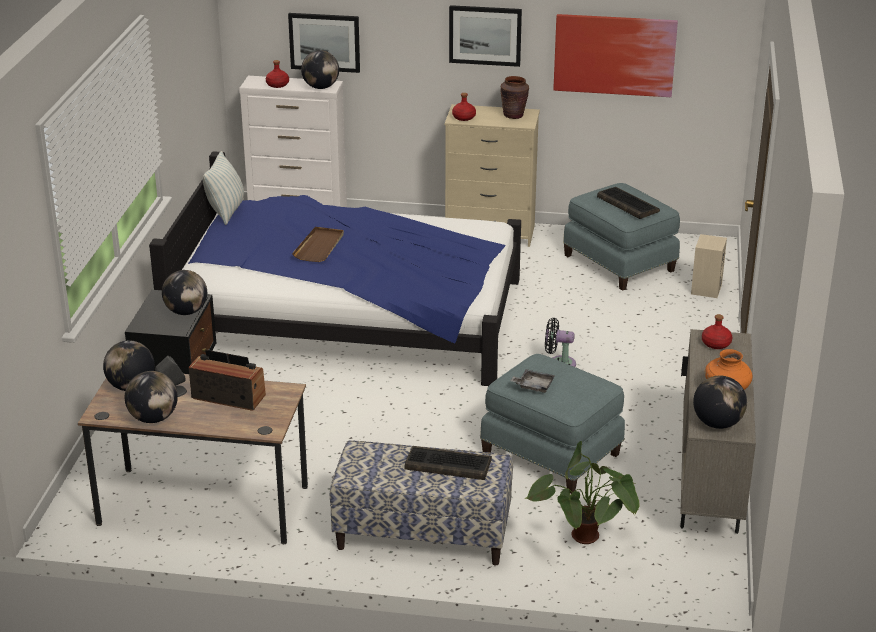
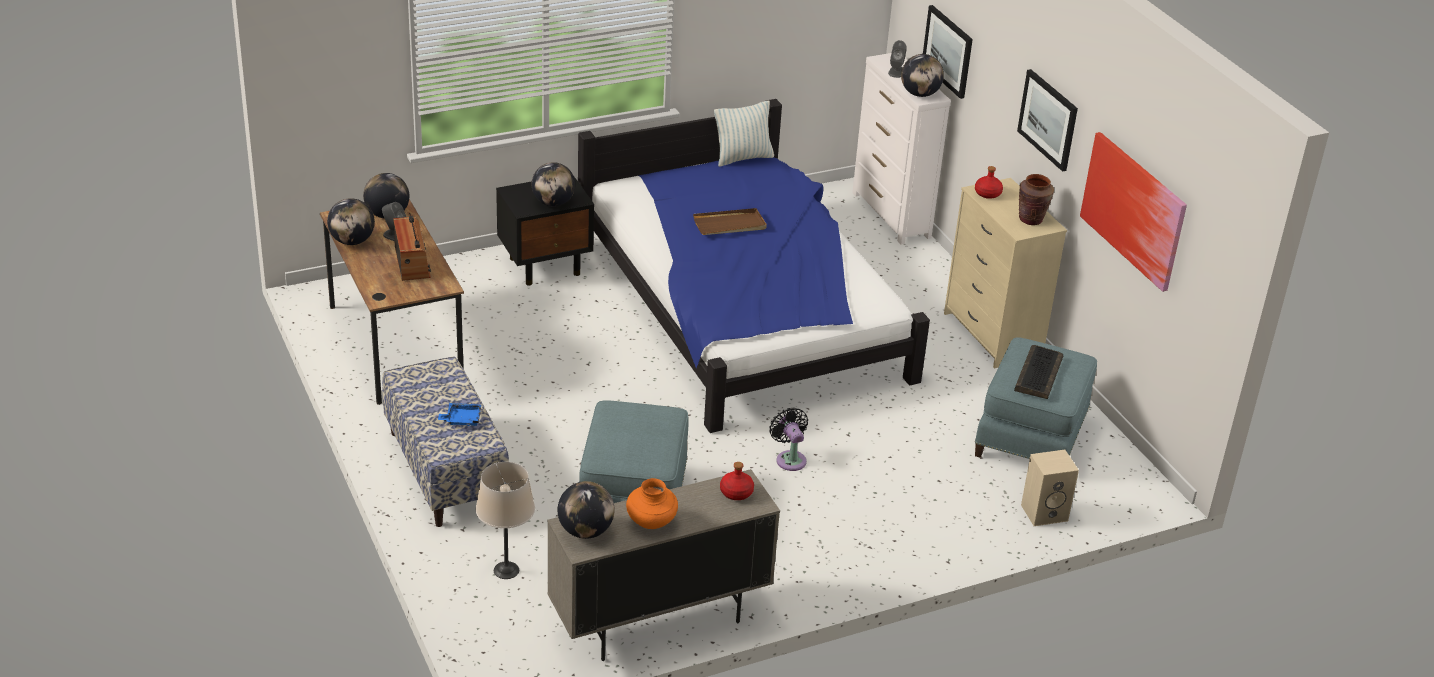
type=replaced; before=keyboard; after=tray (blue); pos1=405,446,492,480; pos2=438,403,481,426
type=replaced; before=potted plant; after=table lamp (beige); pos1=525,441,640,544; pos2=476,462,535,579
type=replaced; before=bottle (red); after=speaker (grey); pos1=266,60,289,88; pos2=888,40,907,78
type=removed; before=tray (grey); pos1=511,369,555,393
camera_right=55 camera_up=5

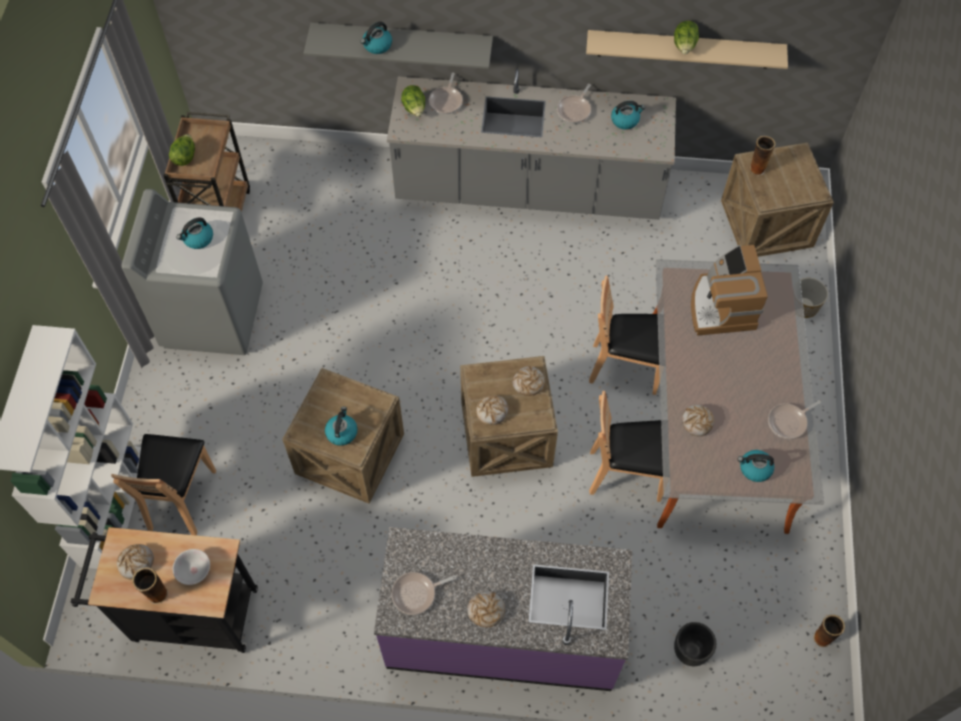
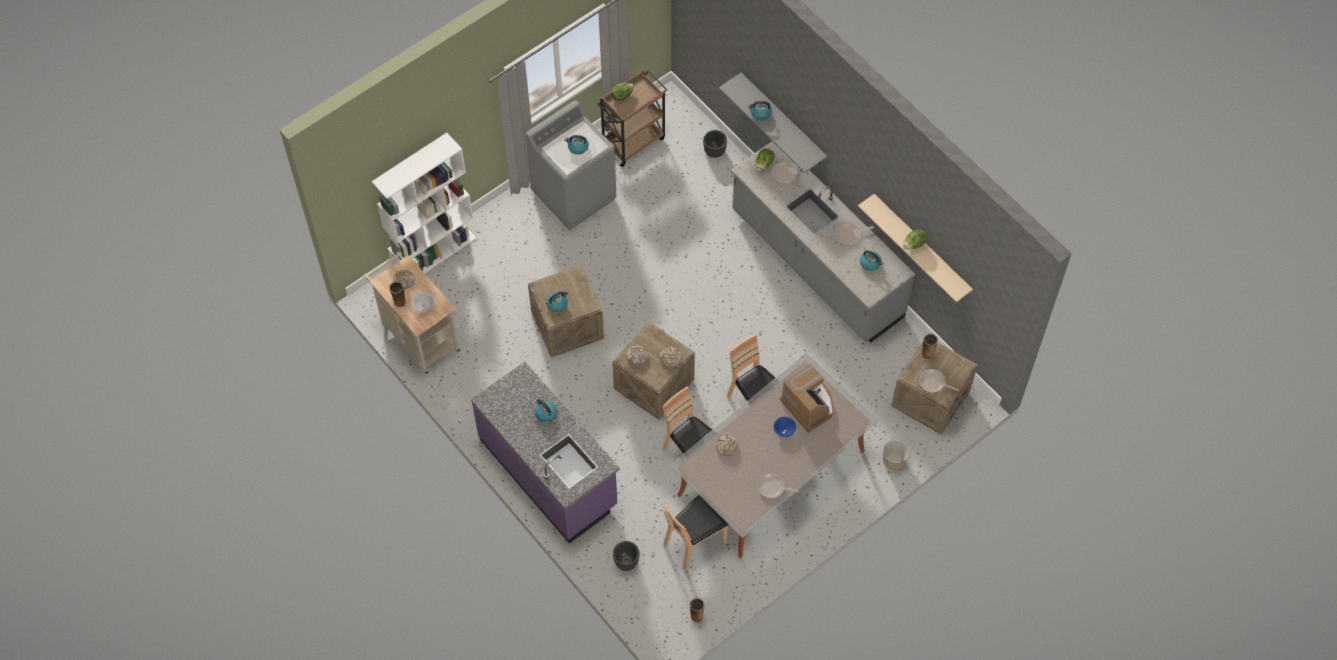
type=recoloured; before=cart (black); after=cart (beige); pos1=71,527,258,653; pos2=363,252,461,374
type=moved; before=kettle; pos1=737,450,774,482; pos2=535,398,557,422
type=moved; before=chair (brown); pos1=111,434,216,536; pos2=663,495,729,570
type=added; after=planter (black); pos2=703,130,727,158
type=added; after=bowl (blue); pos2=774,417,796,437
type=turned; before=coffee machine; pos1=691,245,768,336; pos2=780,364,834,433; turn=105
type=moved; before=frying pan; pos1=392,572,457,615; pos2=919,369,959,393
type=removed; before=bread; pos1=467,591,505,628
camera_right=45 camera_up=0

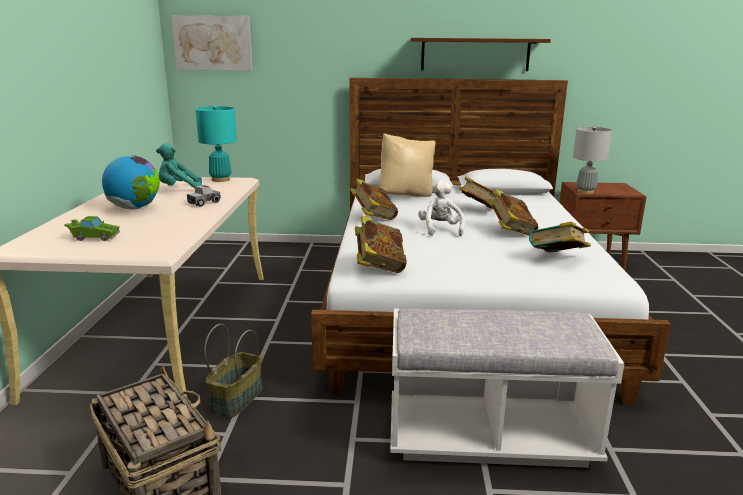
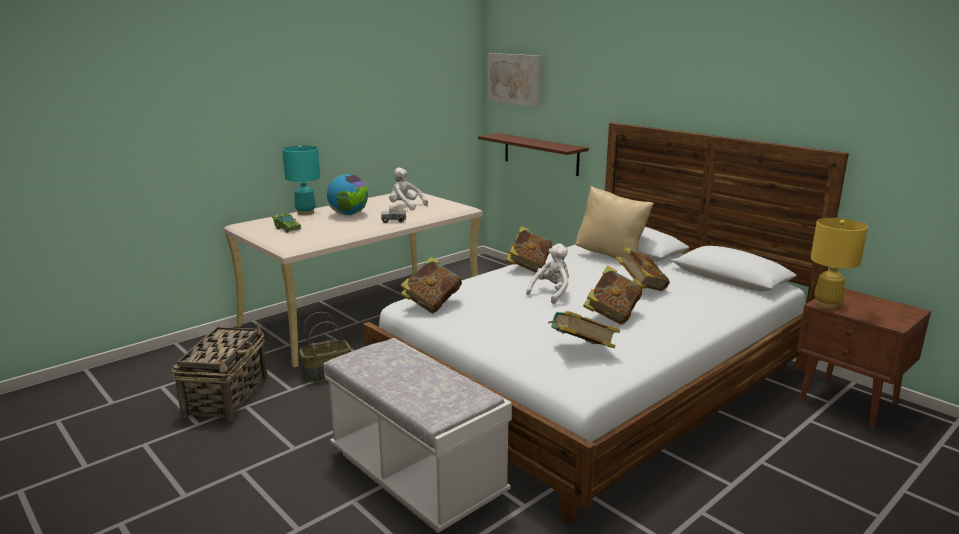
type=moved; before=table lamp (turquoise); pos1=195,105,237,182; pos2=282,146,320,215
type=recoloured; before=plush toy (turquoise); after=plush toy (white); pos1=156,143,202,189; pos2=389,168,428,210
type=moved; before=shelf (brown); pos1=411,38,551,71; pos2=478,133,589,176
type=recoloured; before=table lamp (grey); after=table lamp (yellow); pos1=573,126,612,194; pos2=810,218,868,309
camera_right=45 camera_up=0

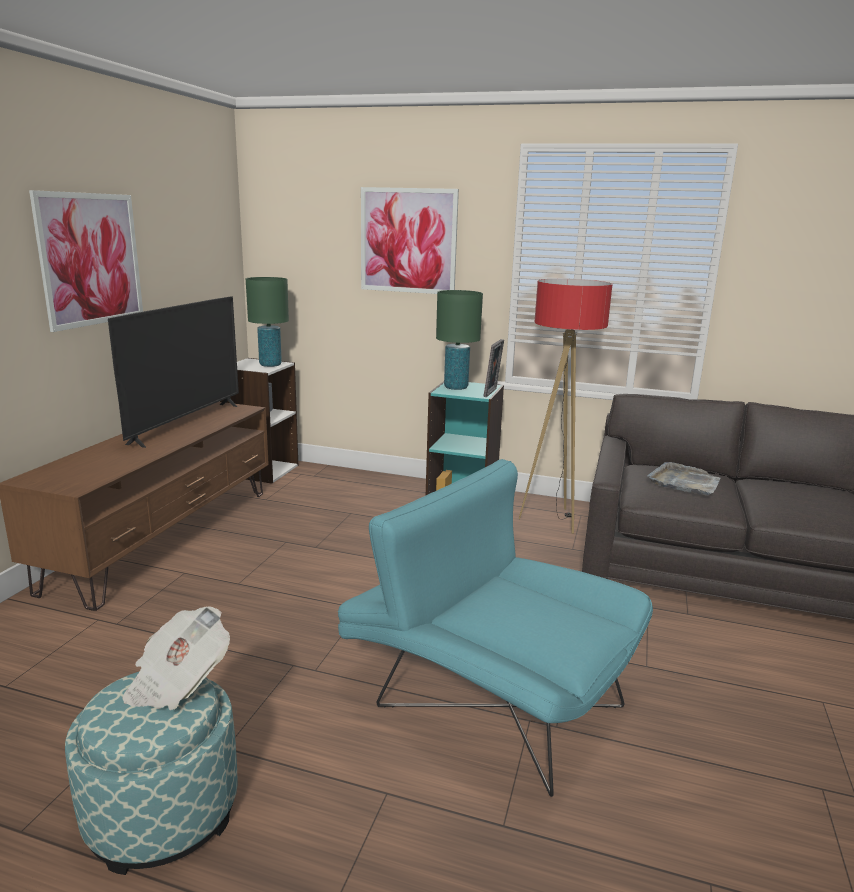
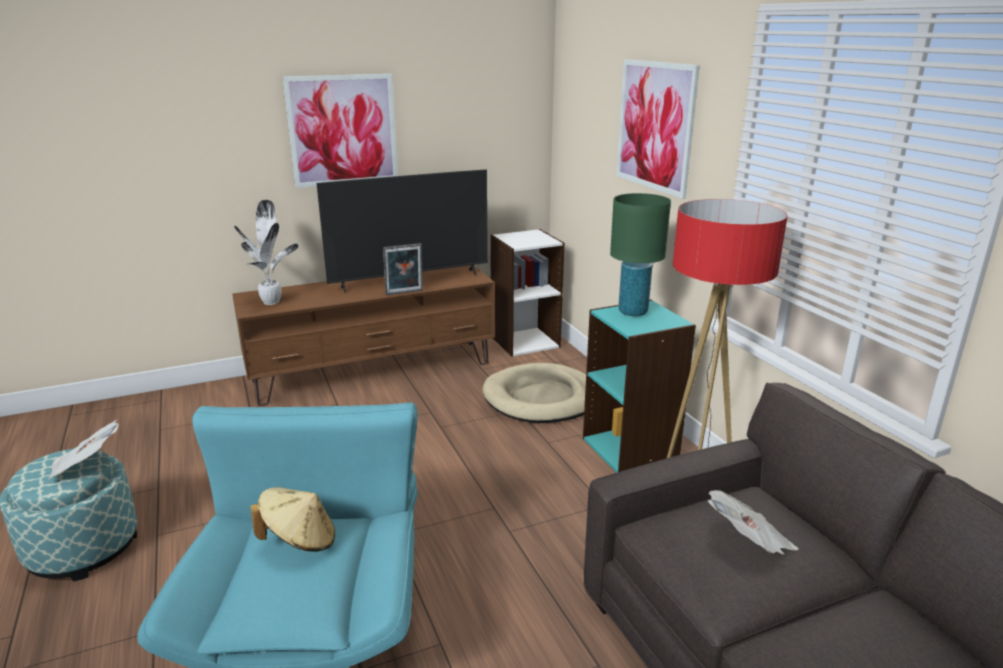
type=added; after=potted plant; pos2=234,200,298,305
type=added; after=hat (beige); pos2=250,487,335,552
type=moved; before=picture frame; pos1=483,339,504,397; pos2=383,243,423,295
type=added; after=dog bed (beige); pos2=483,363,586,423
type=replaced; before=tray (grey); after=newspaper; pos1=647,462,720,496; pos2=708,490,799,555
type=removed; before=table lamp (green); pos1=246,277,289,367
camera_right=50 camera_up=5

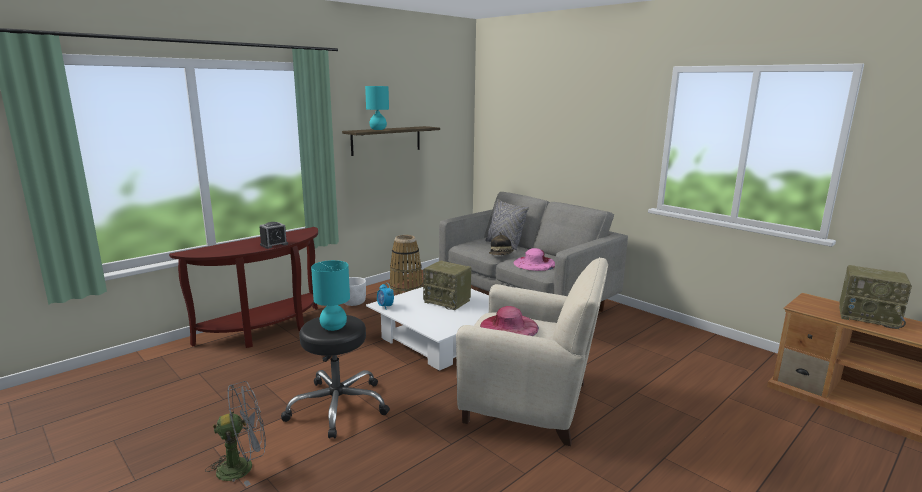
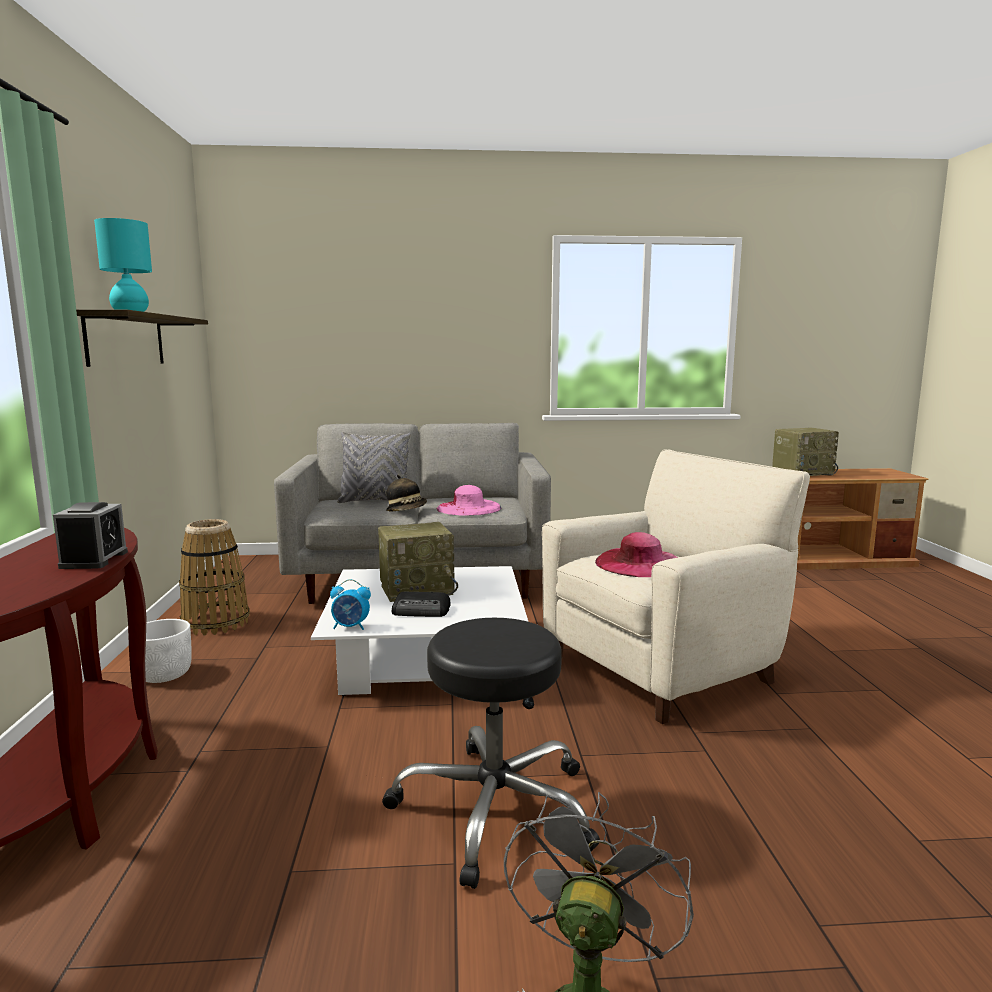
type=added; after=radio; pos2=392,592,451,617
type=removed; before=table lamp (turquoise); pos1=311,260,350,331
camera_right=-50 camera_up=-5

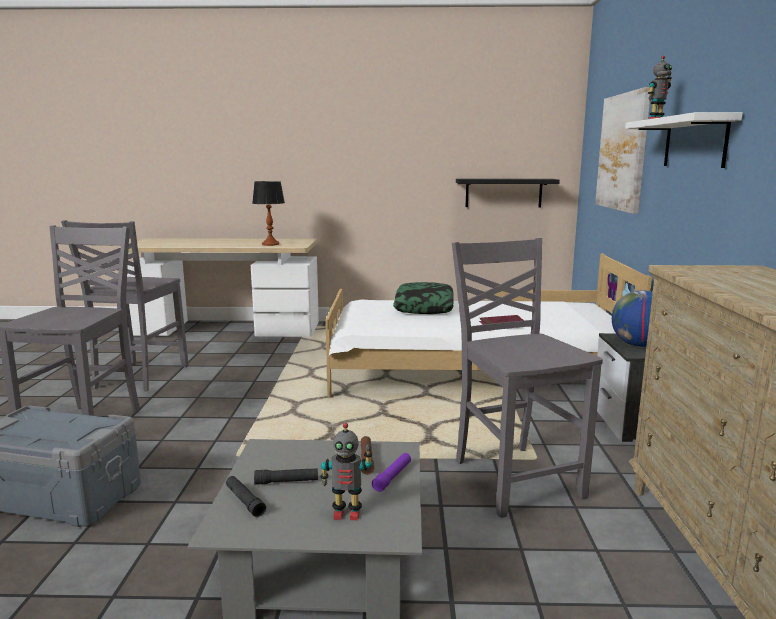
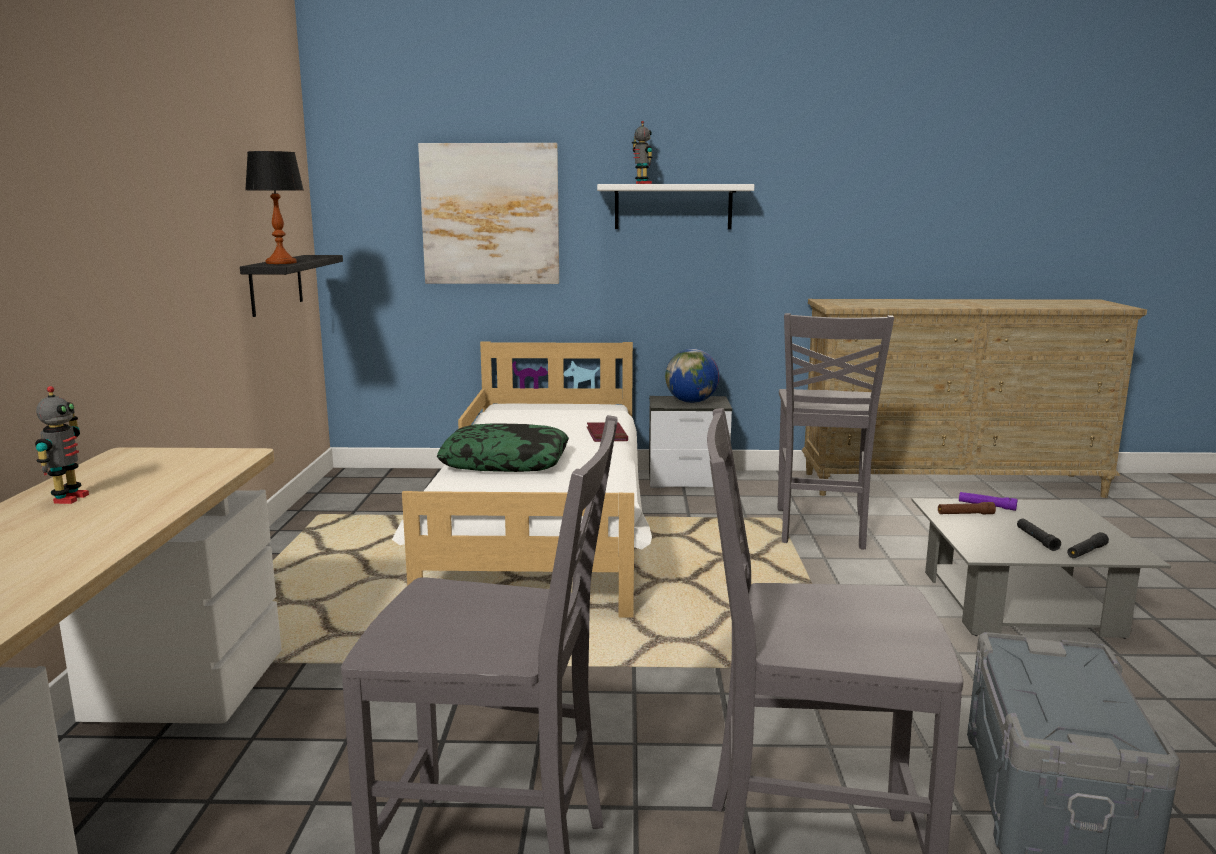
type=moved; before=toy robot; pos1=320,423,372,520; pos2=35,386,89,504
type=moved; before=table lamp; pos1=252,181,285,246; pos2=245,151,303,264
type=turned; before=chair (grey); pos1=452,238,603,518; pos2=778,313,894,549; turn=-60
camera_right=-90 camera_up=0

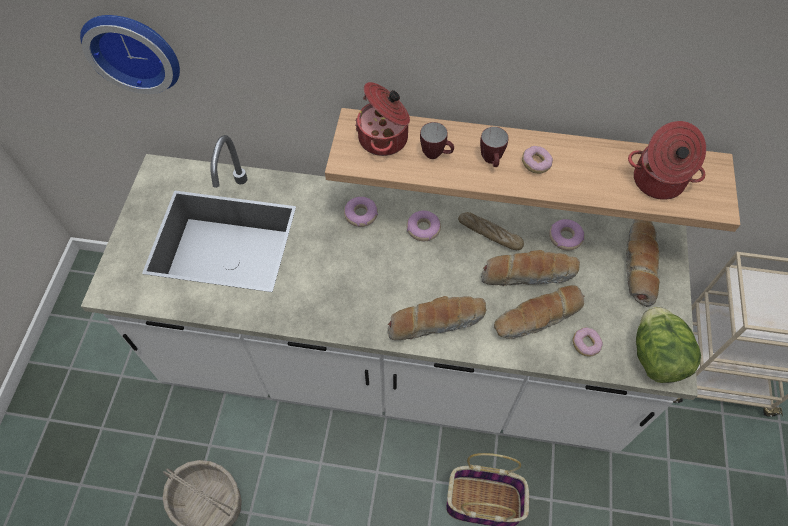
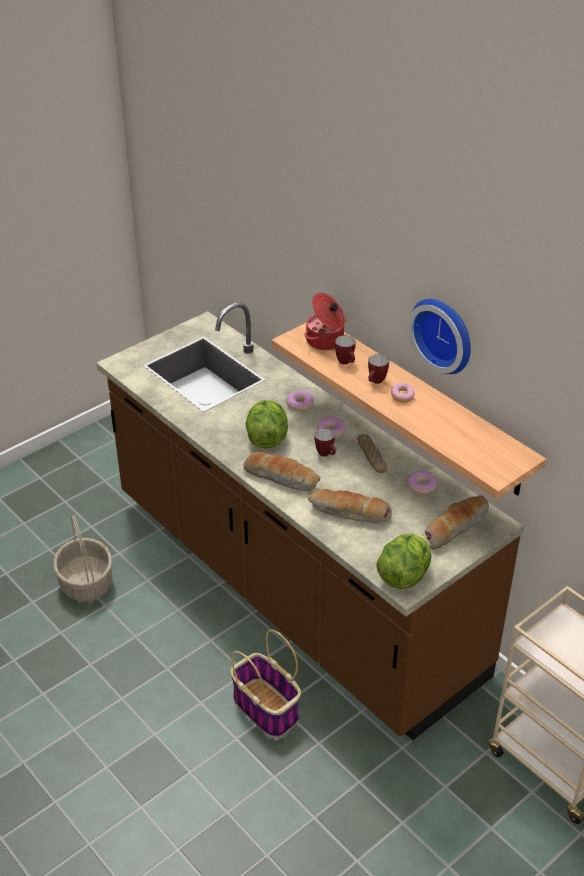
type=recoloured; before=counter (white); after=counter (brown); pos1=81,135,698,451; pos2=96,302,524,740
type=added; after=lettuce; pos2=245,399,288,448
type=added; after=mug; pos2=315,428,336,457
type=moved; before=wall clock; pos1=80,15,180,94; pos2=408,299,471,374
type=removed; before=bread; pos1=481,250,580,286
type=removed; before=donut; pos1=572,327,603,357
type=removed; before=cooking pot; pos1=628,121,706,200
camera_right=40 camera_up=-20

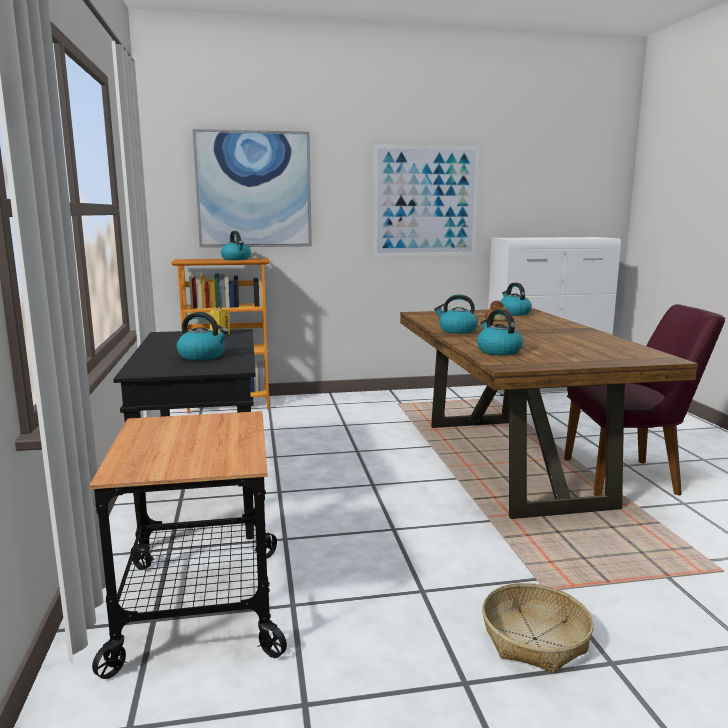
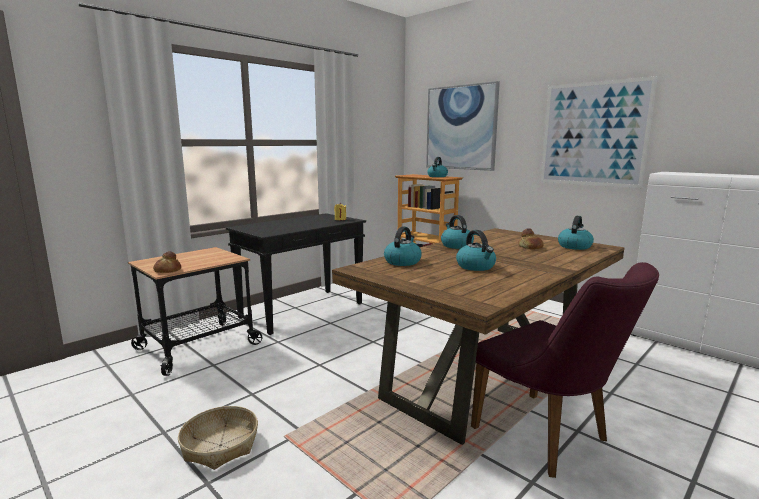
type=added; after=bread; pos2=153,251,181,273
type=moved; before=kettle; pos1=177,312,229,360; pos2=456,230,496,271
camera_right=55 camera_up=0

